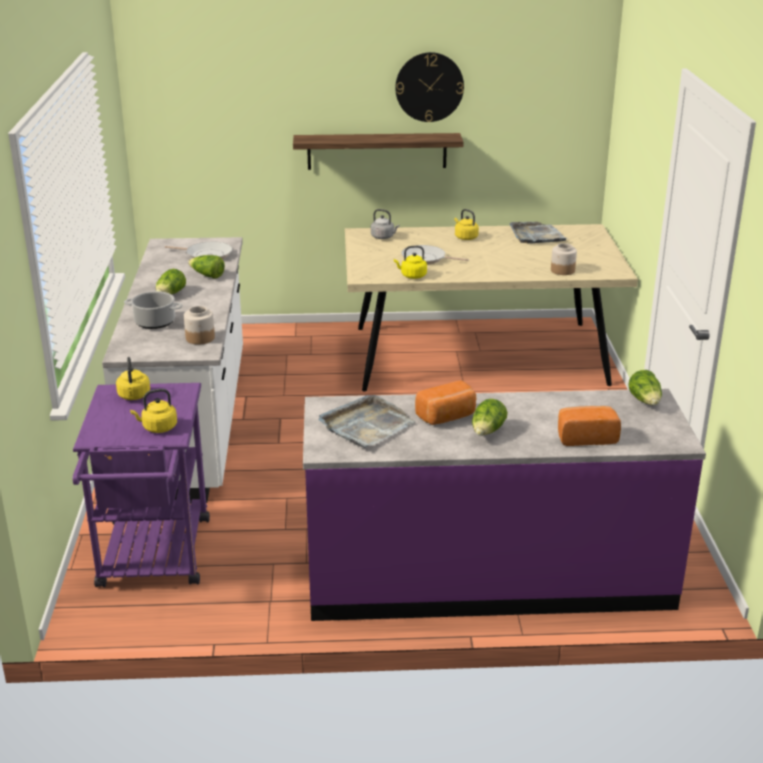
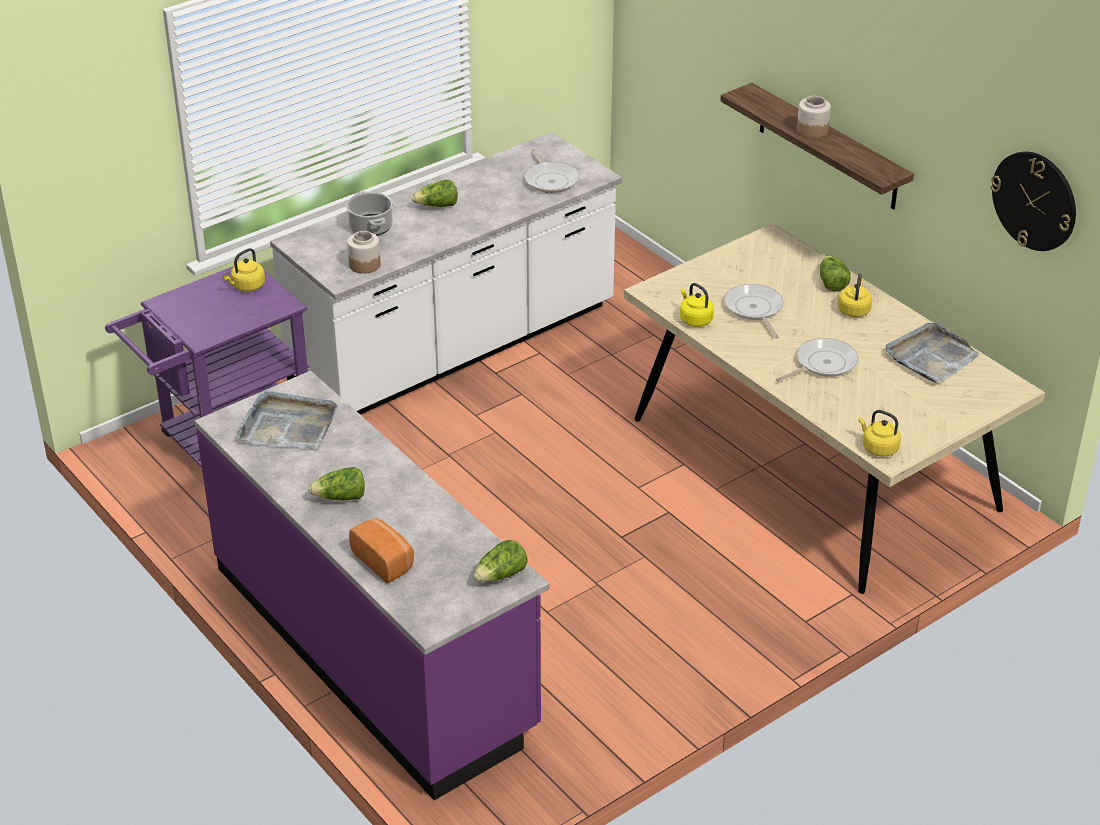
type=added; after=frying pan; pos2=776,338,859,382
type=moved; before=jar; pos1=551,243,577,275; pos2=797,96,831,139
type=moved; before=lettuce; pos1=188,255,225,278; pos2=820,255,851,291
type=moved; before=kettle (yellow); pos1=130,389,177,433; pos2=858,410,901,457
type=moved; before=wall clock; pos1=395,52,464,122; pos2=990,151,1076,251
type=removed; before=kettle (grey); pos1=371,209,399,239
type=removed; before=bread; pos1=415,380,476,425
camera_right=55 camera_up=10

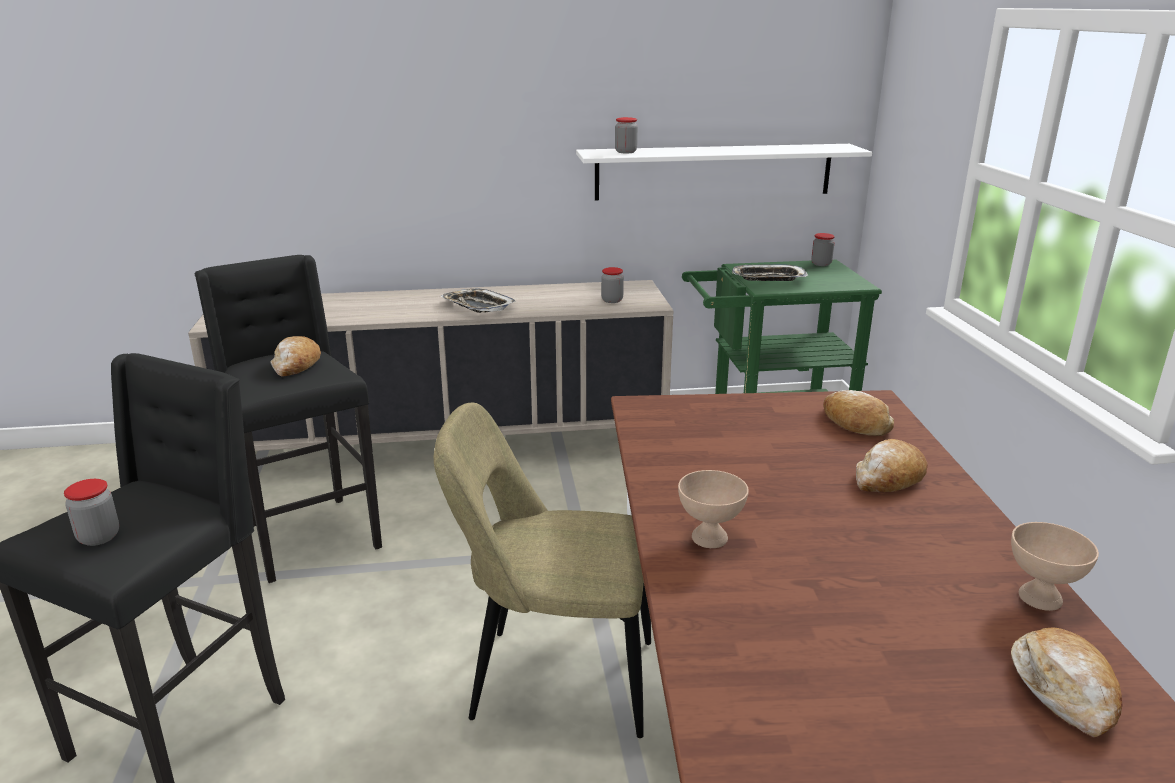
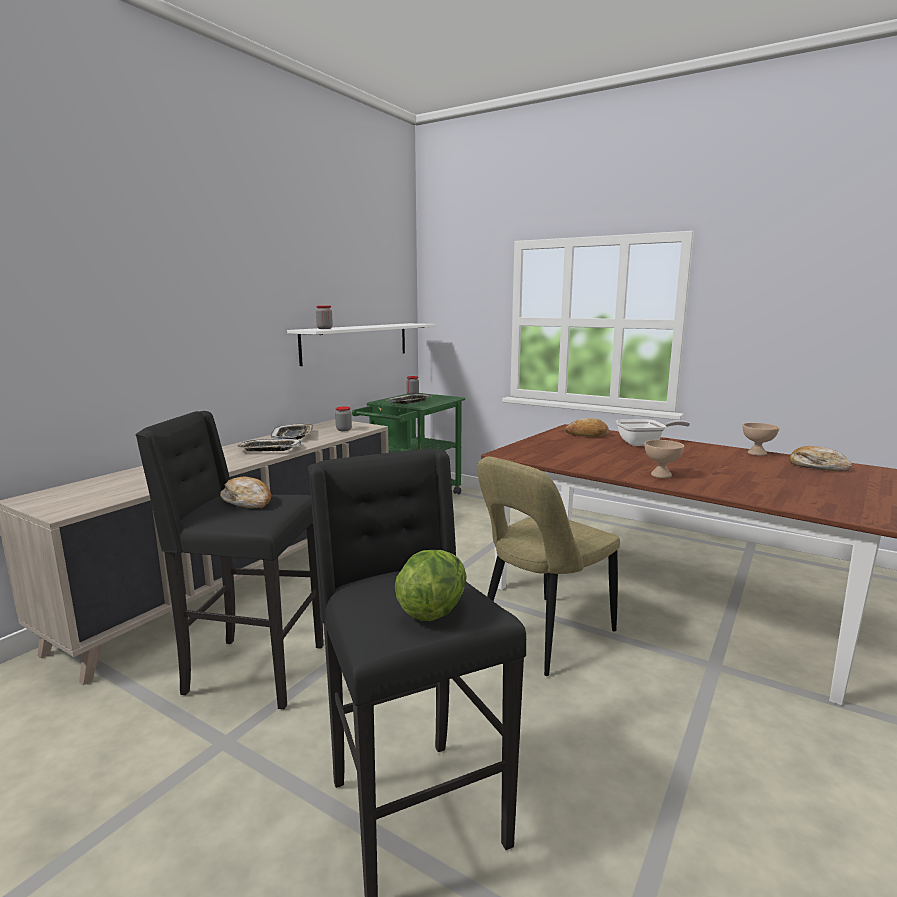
type=added; after=tray; pos2=271,423,313,439
type=replaced; before=jar; after=lettuce; pos1=64,479,119,546; pos2=395,550,467,621
type=replaced; before=bread; after=frying pan; pos1=856,439,928,493; pos2=616,419,690,446
camera_right=-50 camera_up=-10

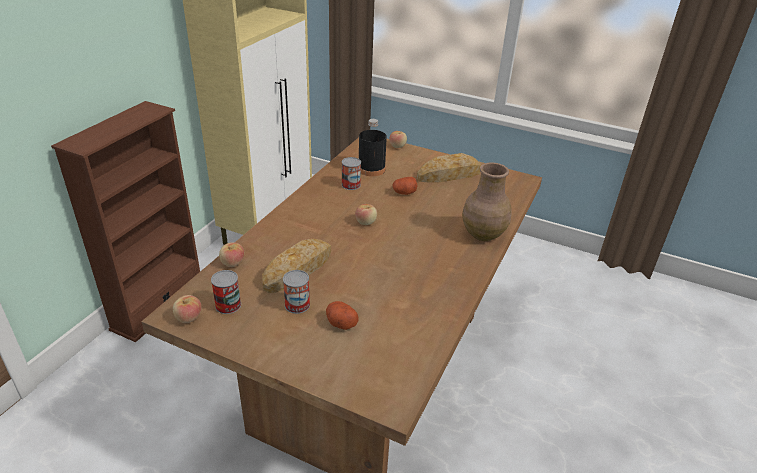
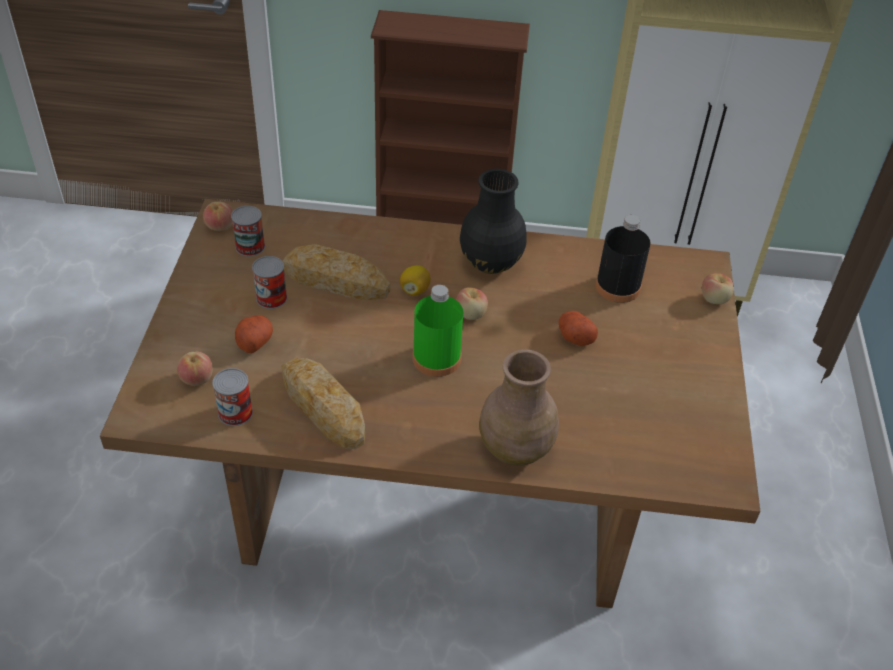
type=moved; before=apple; pos1=219,242,244,267; pos2=177,352,213,386
type=moved; before=can; pos1=342,157,361,190; pos2=212,368,253,426
type=moved; before=bread; pos1=417,153,481,182; pos2=281,358,365,449
type=added; after=lemon; pos2=400,265,431,296
type=added; after=bottle (green); pos2=412,285,463,377
type=added; after=vase (black); pos2=460,169,527,274
camera_right=70 camera_up=10

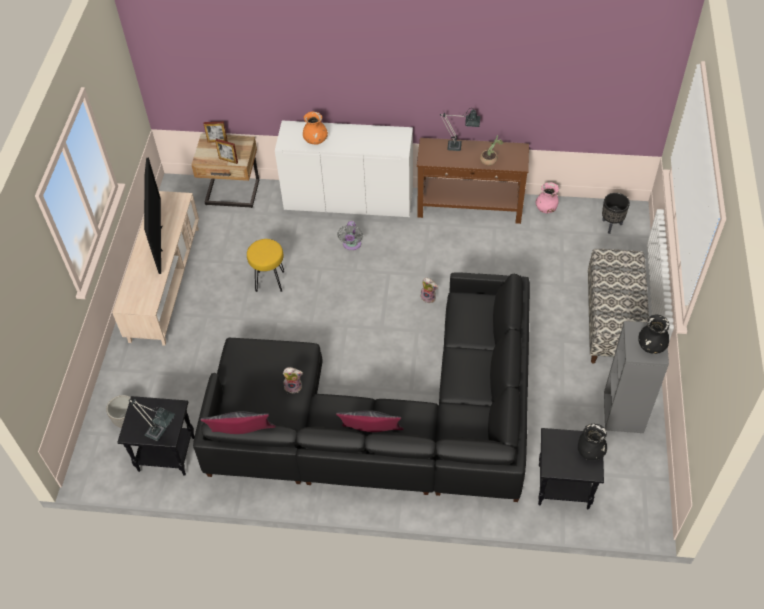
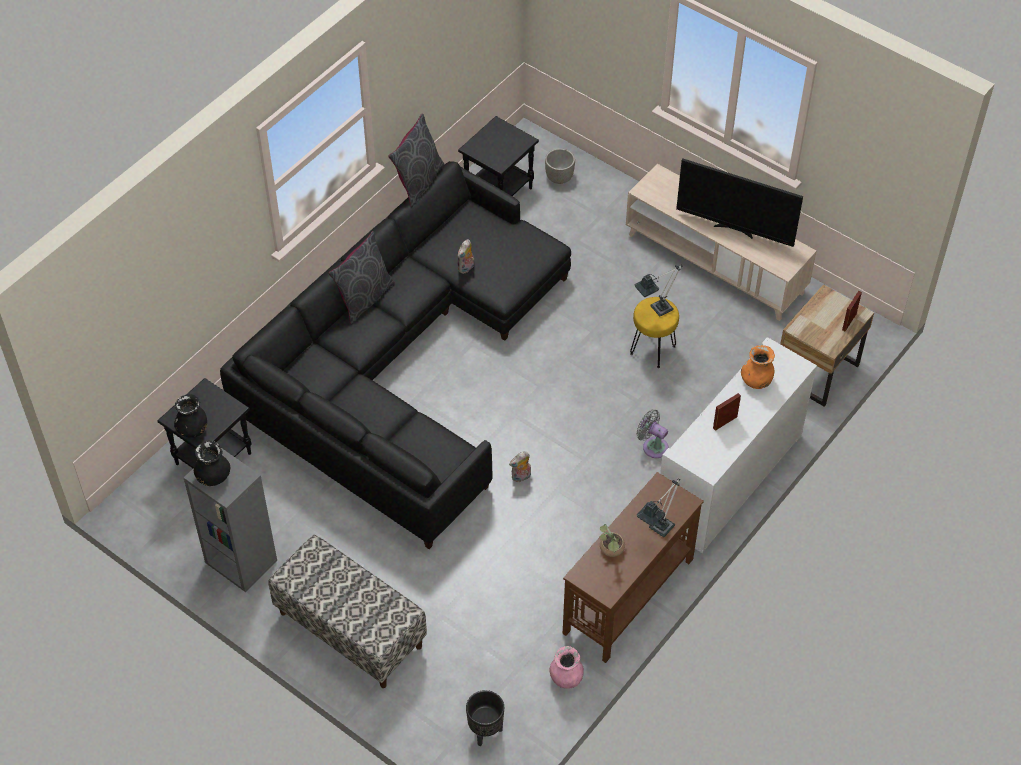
type=moved; before=table lamp; pos1=129,399,175,441; pos2=635,265,683,316
type=moved; before=picture frame; pos1=215,139,238,164; pos2=713,393,741,431
camera_right=120 camera_up=0

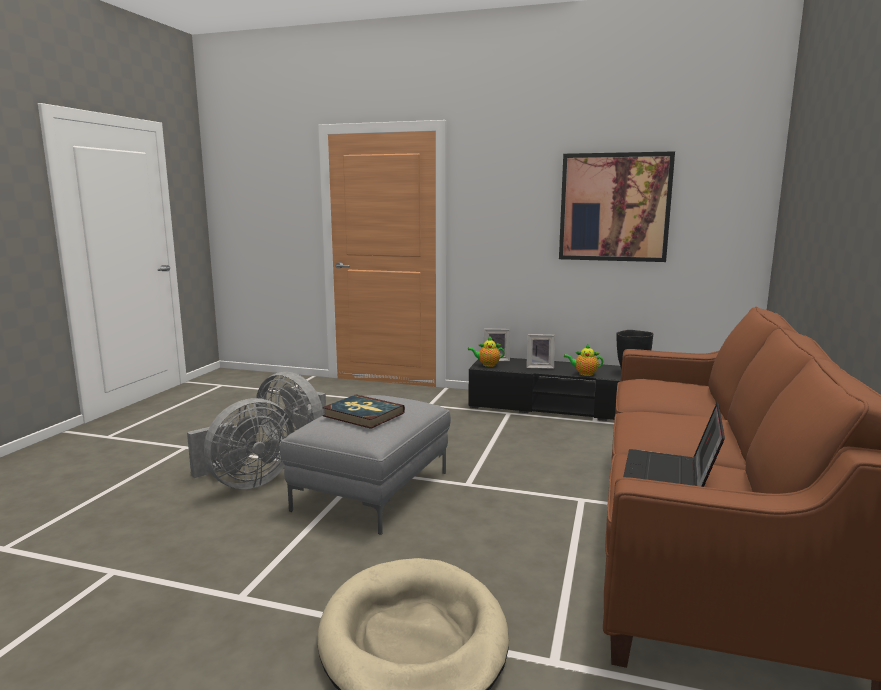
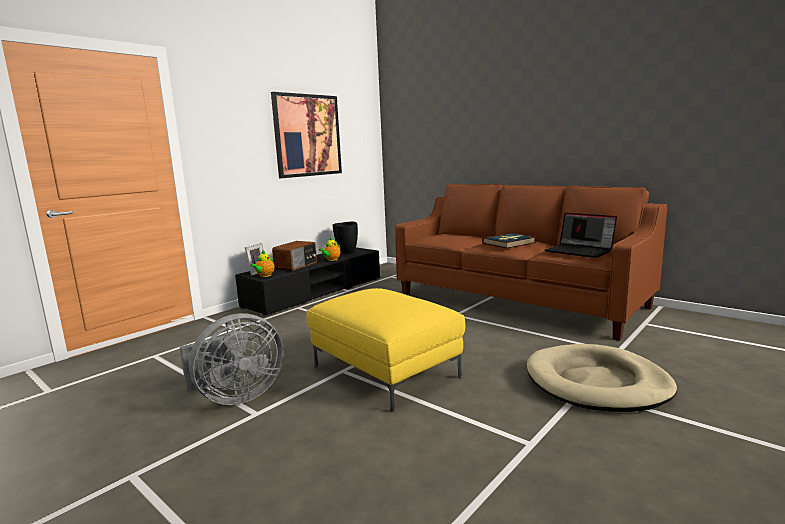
type=replaced; before=picture frame; after=radio; pos1=526,334,555,369; pos2=272,241,317,271
type=recoloured; before=ottoman (grey); after=ottoman (yellow); pos1=280,395,451,535; pos2=306,288,466,412
type=moved; before=book; pos1=322,394,405,429; pos2=482,233,536,249
type=removed; before=fan (grey); pos1=187,398,294,489
camera_right=-65 camera_up=0

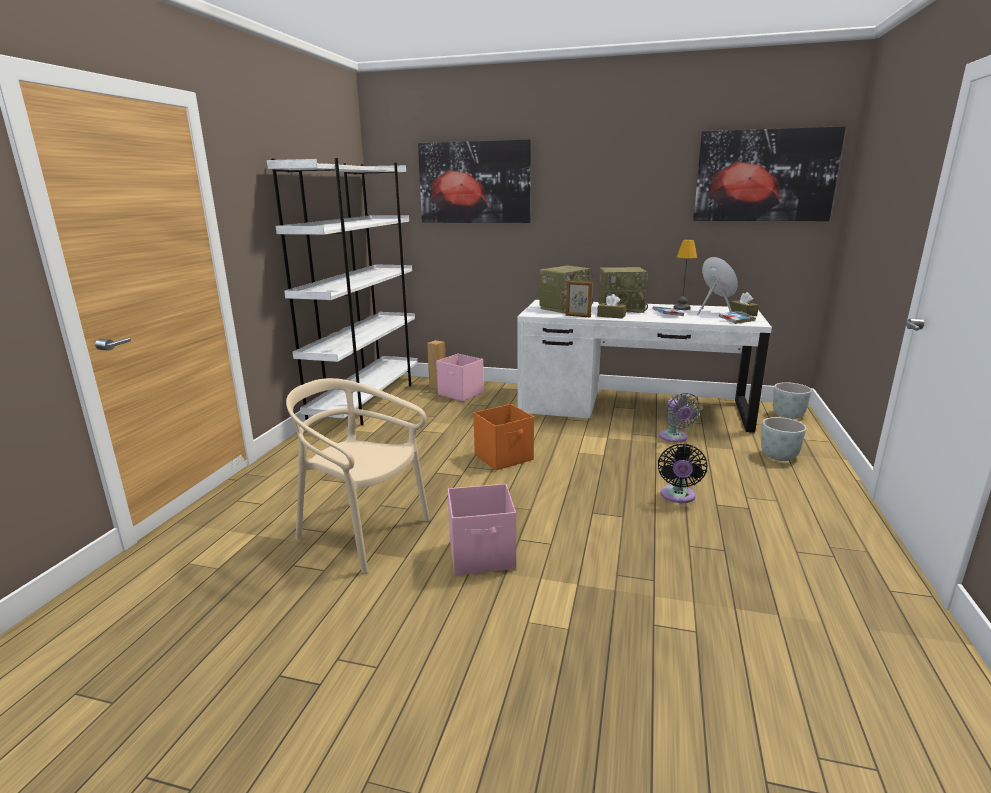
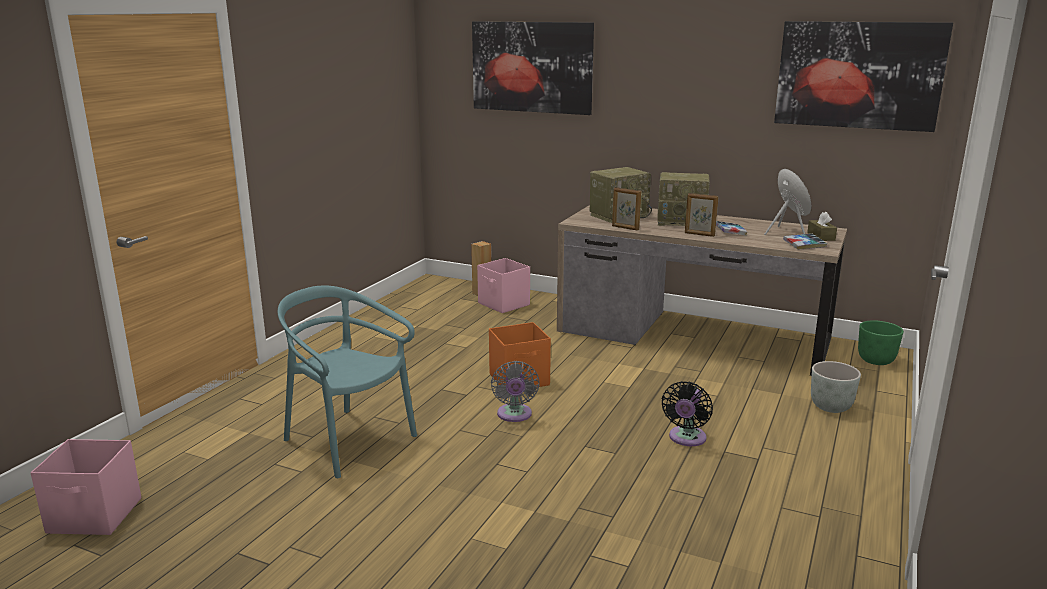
type=moved; before=storage box (pink); pos1=448,484,516,575; pos2=30,439,141,535
type=recoloured; before=chair (beige); after=chair (turquoise); pos1=286,378,430,573; pos2=278,285,417,478
type=moved; before=fan (grey); pos1=659,393,701,442; pos2=491,361,540,422
type=recoloured; before=desk (white); after=desk (brown); pos1=518,300,772,433; pos2=557,205,847,376
type=added; after=picture frame; pos2=685,193,719,237
type=recoloured; before=planter (grey); after=planter (green); pos1=773,382,812,419; pos2=858,320,904,365
type=removed; before=bookcase (white); pos1=267,158,418,427
type=removed; before=tissue box (brown); pos1=597,294,626,319
type=removed; before=table lamp; pos1=673,240,697,310
camera_right=10 camera_up=0

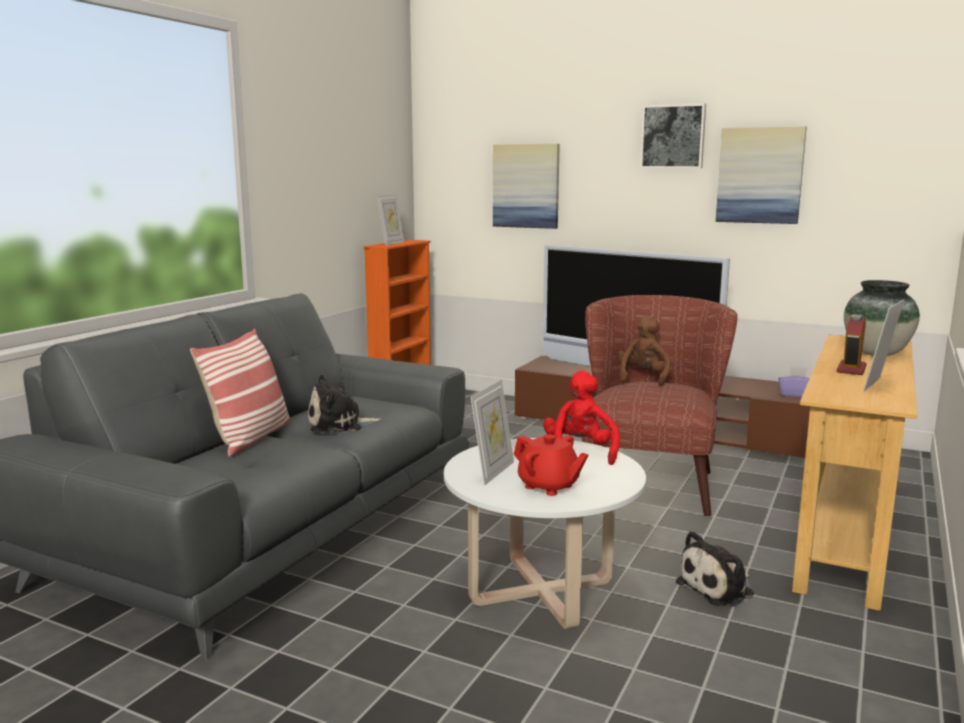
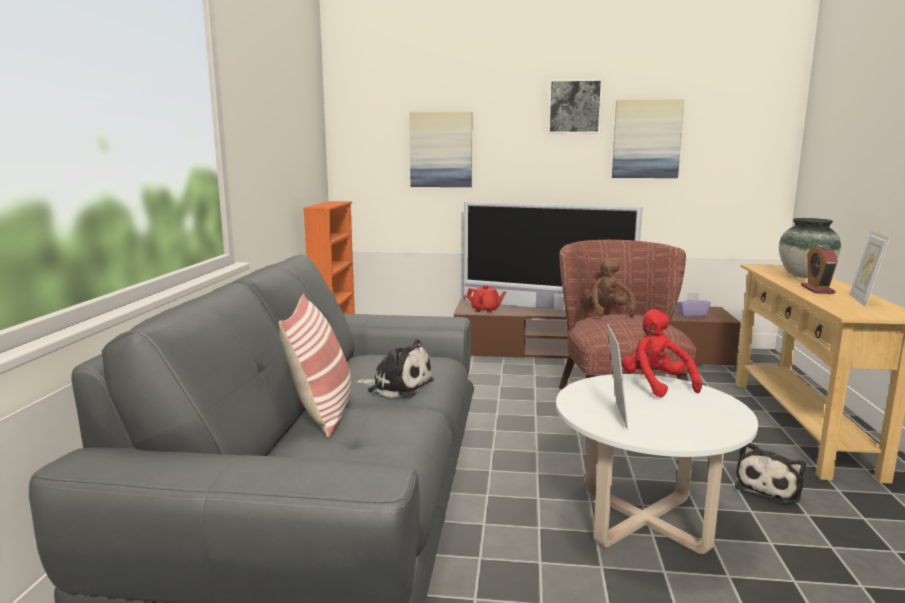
type=turned; before=plush toy; pos1=308,374,382,434; pos2=356,339,434,398; turn=-120
type=moved; before=teapot (red); pos1=514,434,589,496; pos2=466,285,506,313
type=removed; before=picture frame; pos1=377,194,404,245
camera_right=-20 camera_up=0

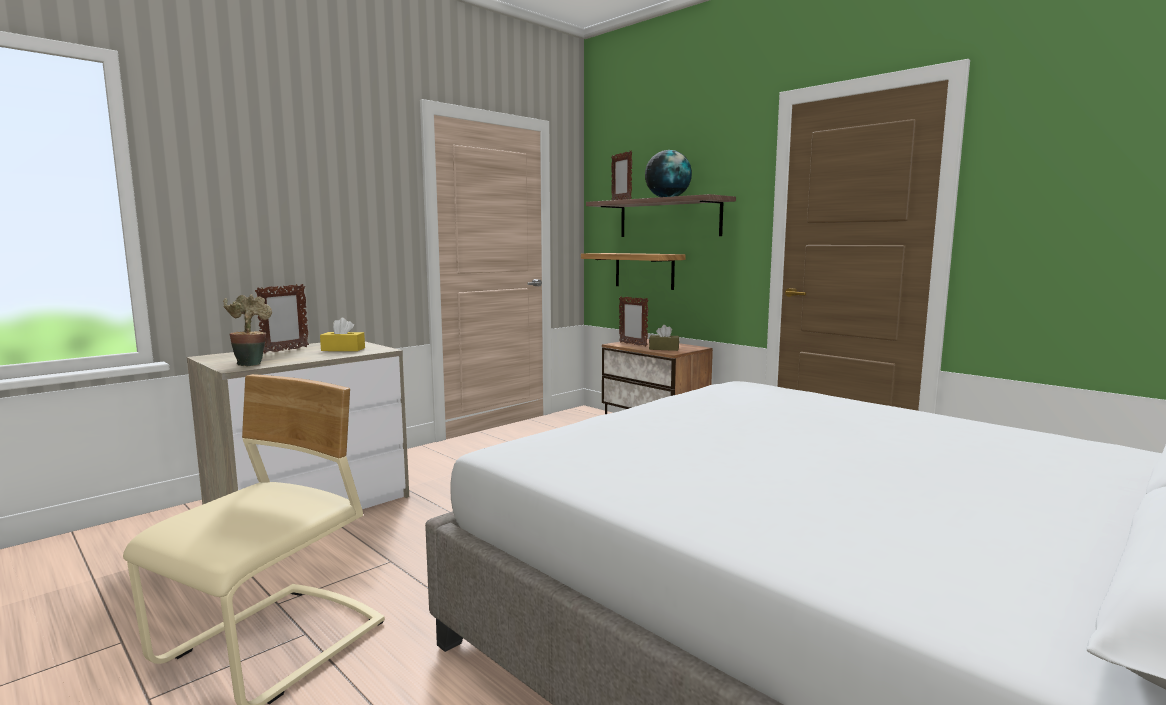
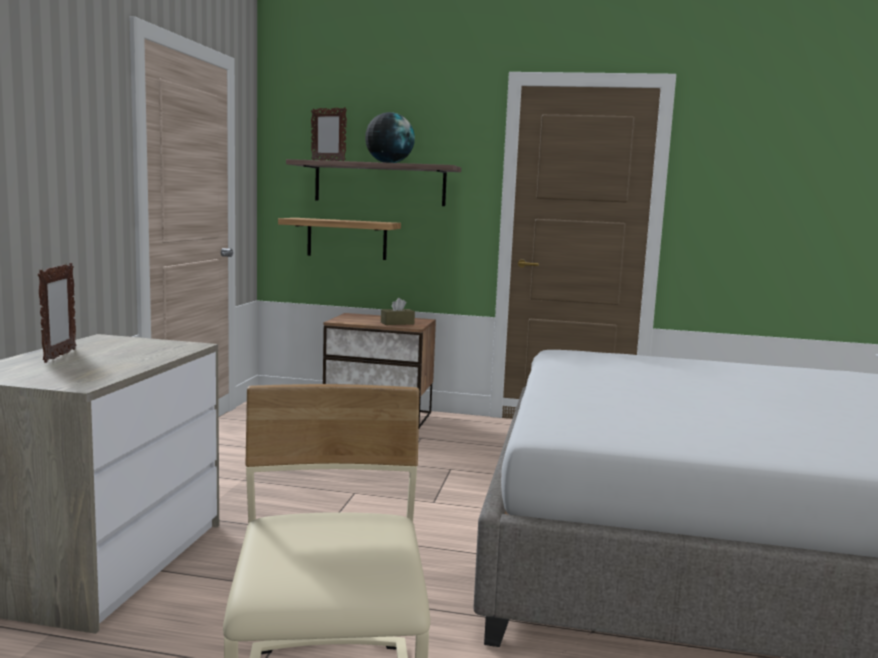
type=removed; before=potted plant; pos1=223,294,272,366
type=removed; before=tissue box (yellow); pos1=320,318,365,351
type=removed; before=picture frame; pos1=619,296,649,347
camera_right=-35 camera_up=0

